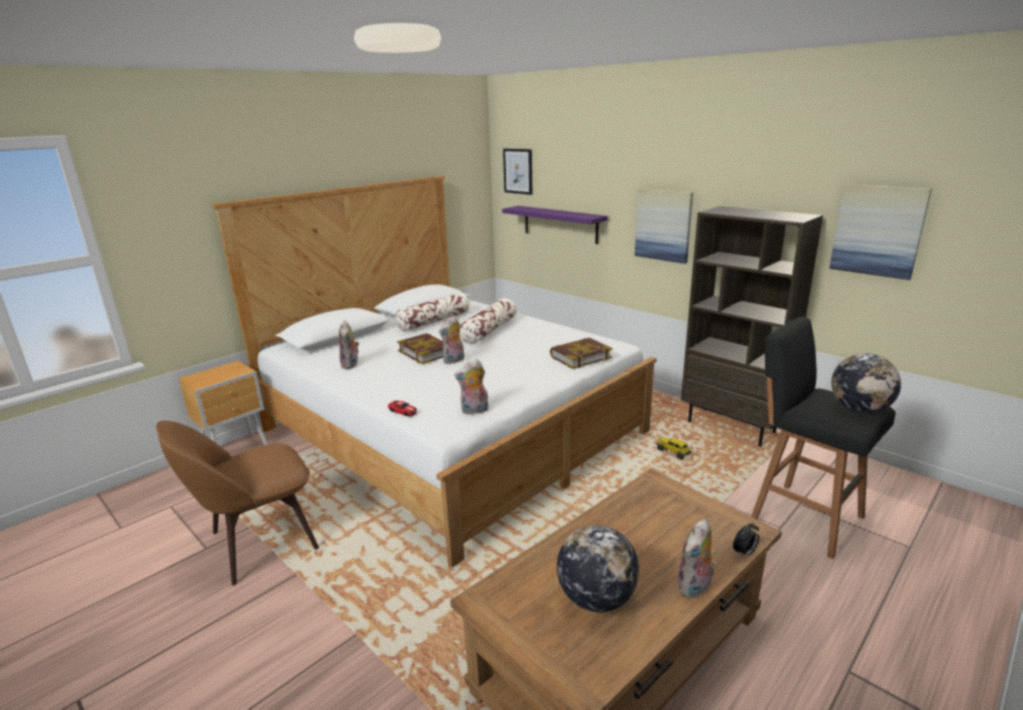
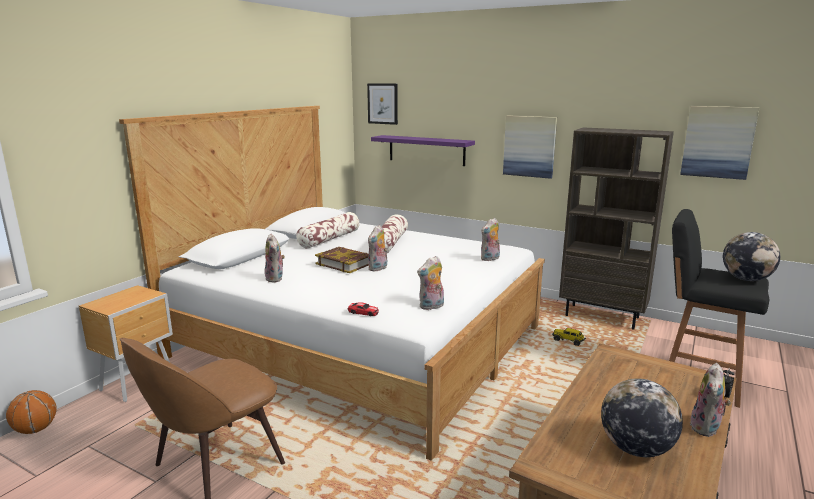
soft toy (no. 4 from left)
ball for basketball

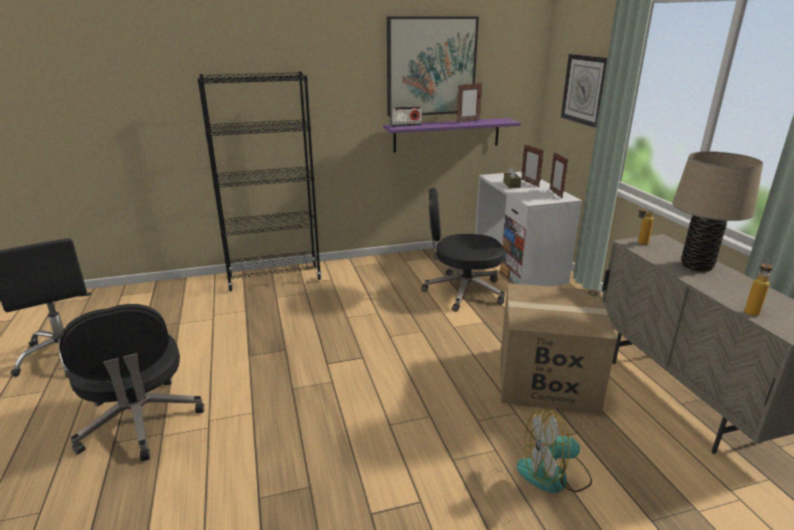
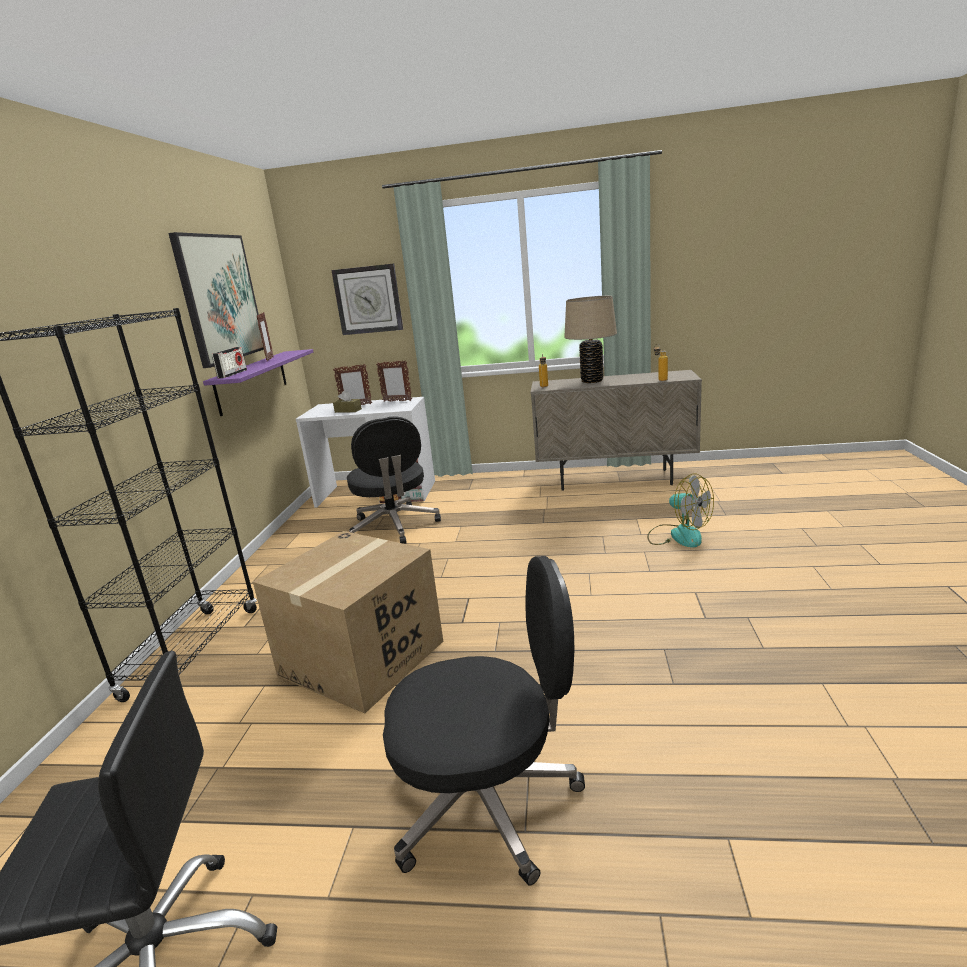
blackish office chair (no. 2 from left)
cardboard box
fan

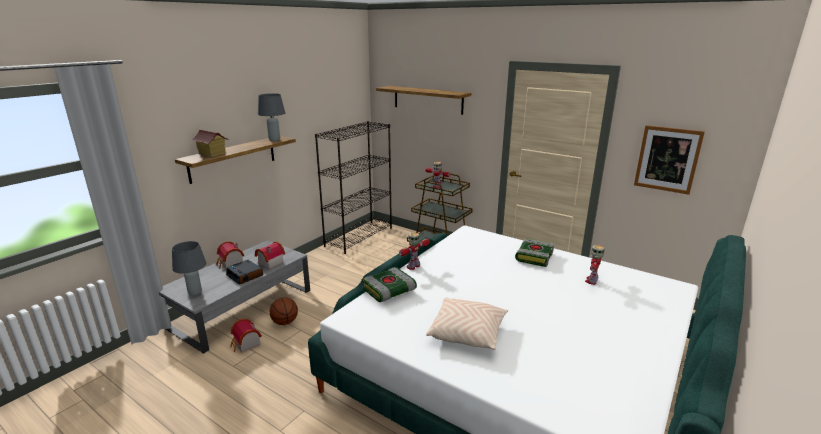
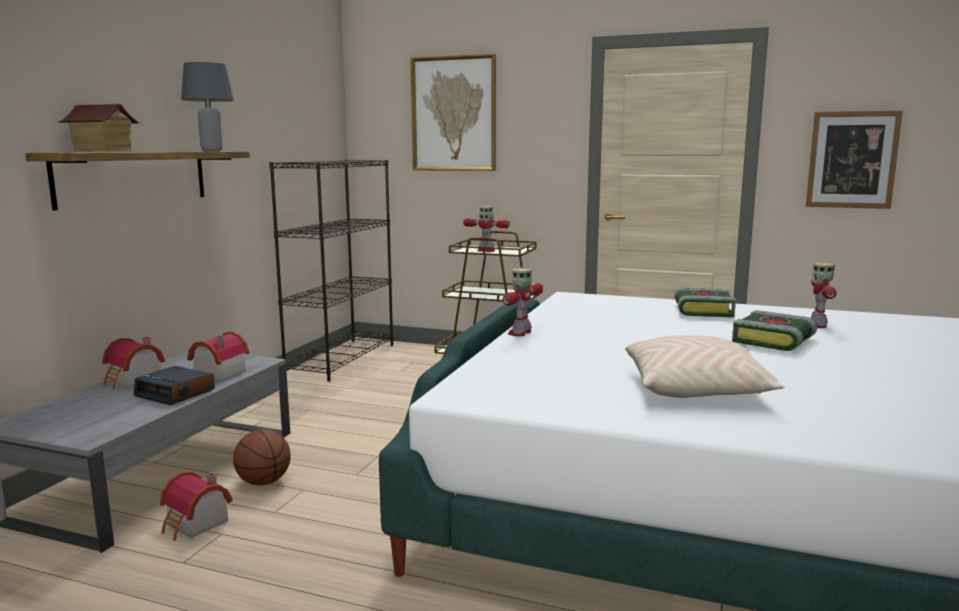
wall picture (no. 1 from left)
gray tabletop lamp (no. 1 from left in the first image)
volume (no. 2 from left)

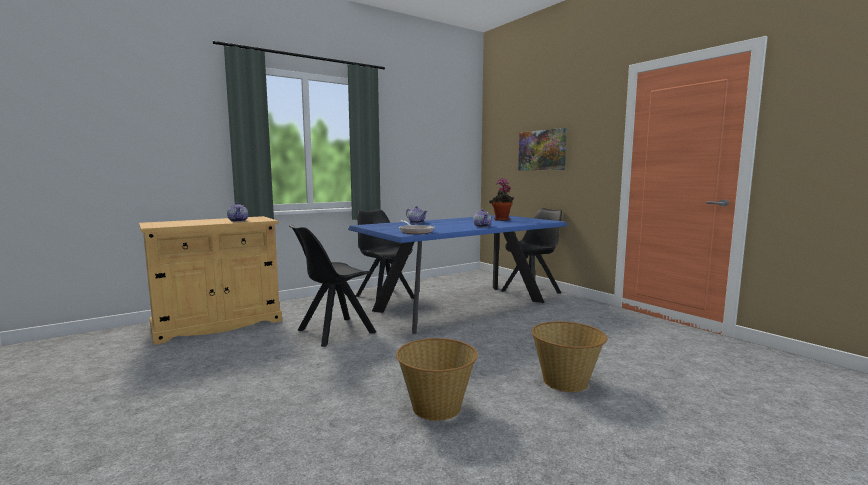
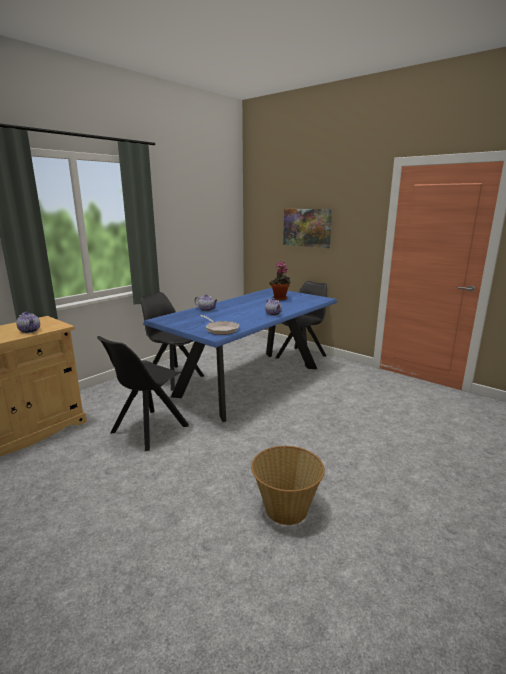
household basket (no. 2 from left in the first image)

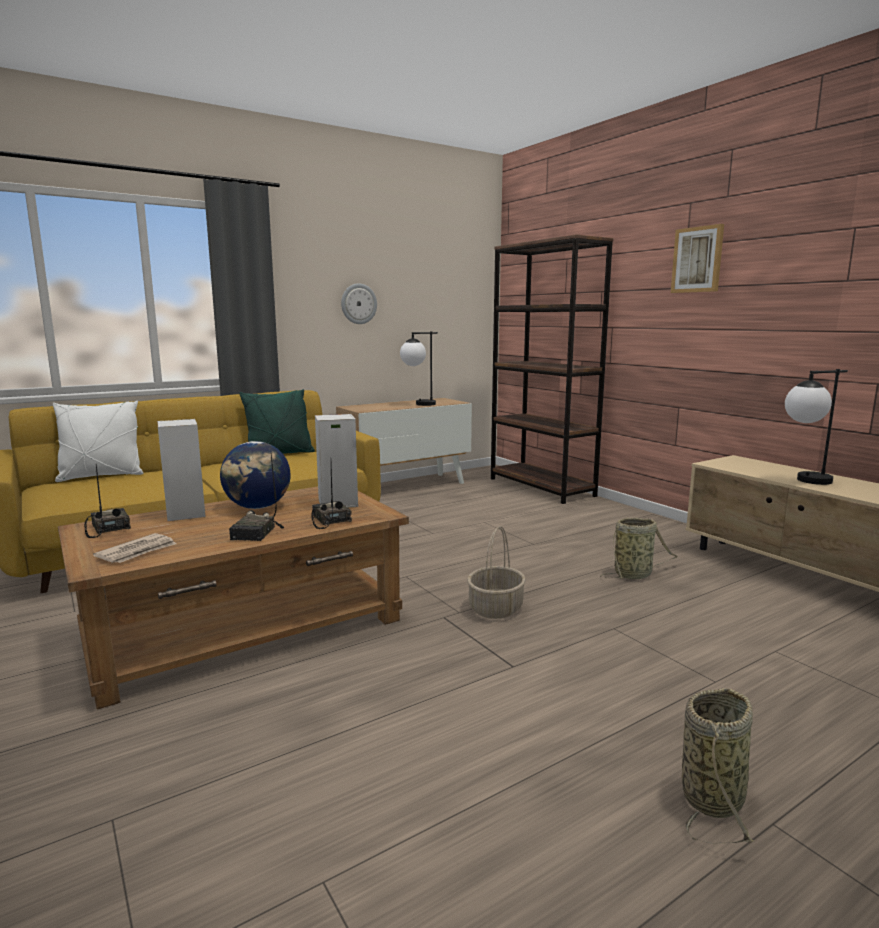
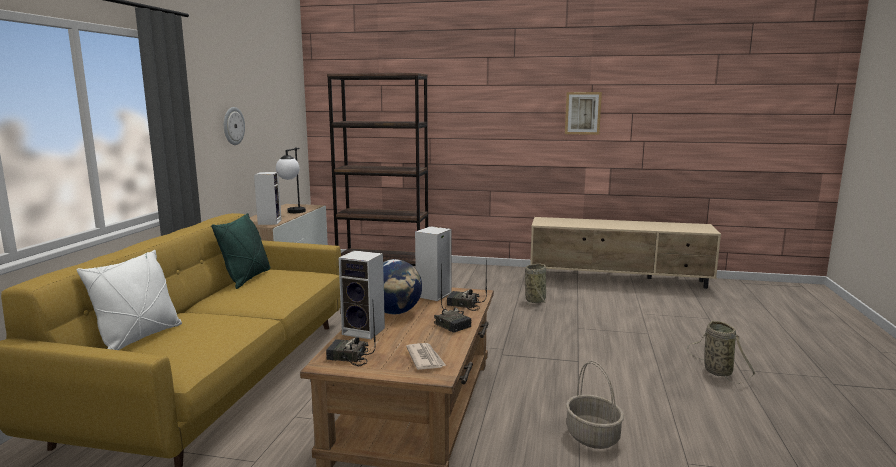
wall picture
tabletop lamp (no. 2 from left in the first image)
household basket (no. 2 from left)
loudspeaker (no. 1 from left)

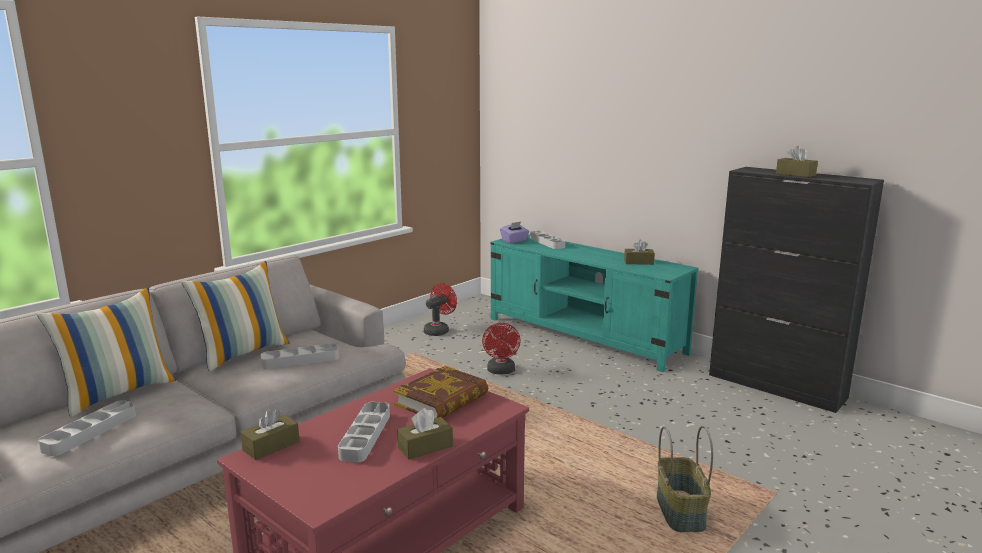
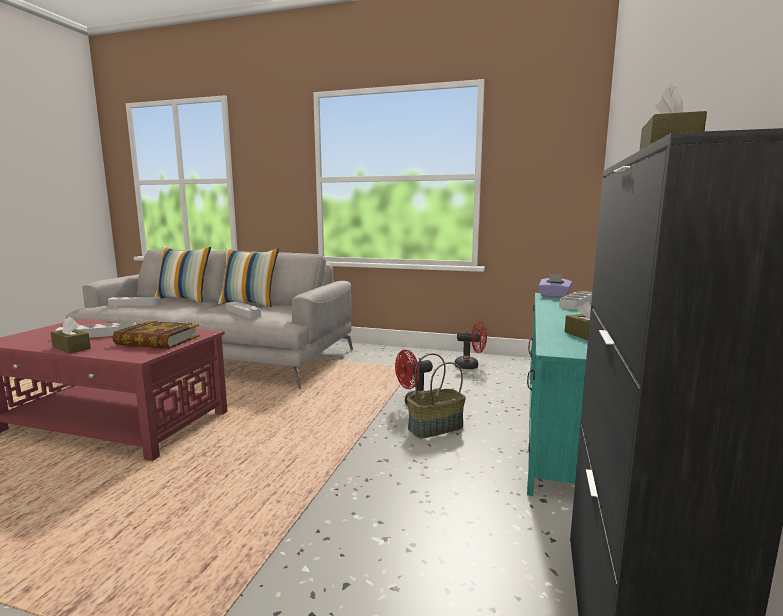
brownish box of tissues (no. 1 from left in the first image)
household basket

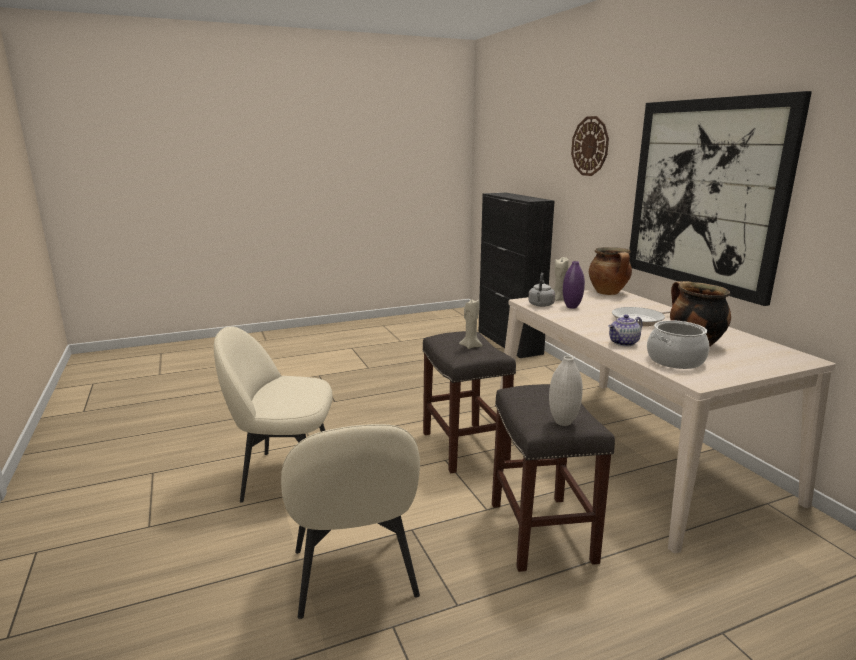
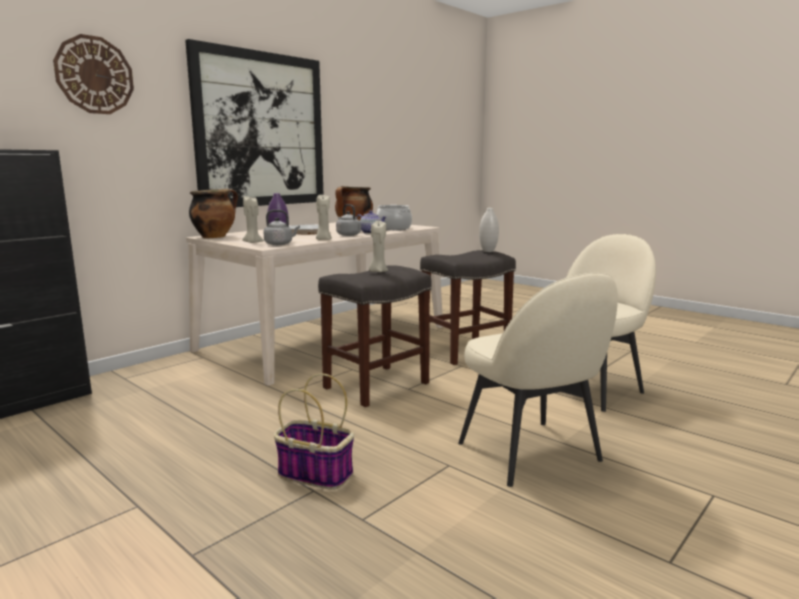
sand-coloured wax light (no. 2 from left)
gray tea kettle (no. 2 from left)
household basket

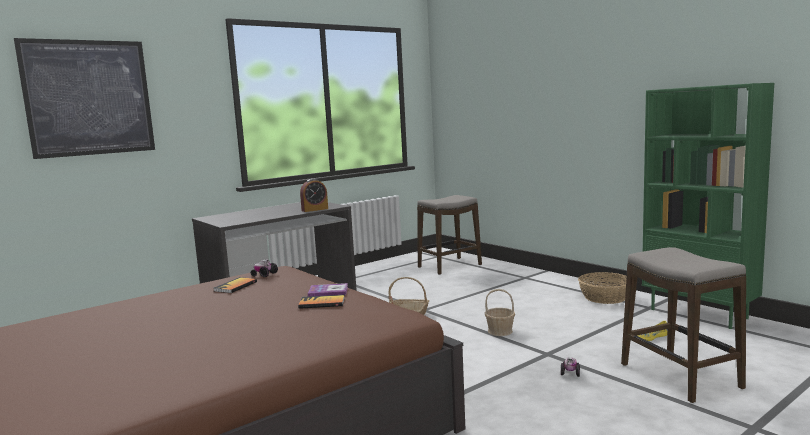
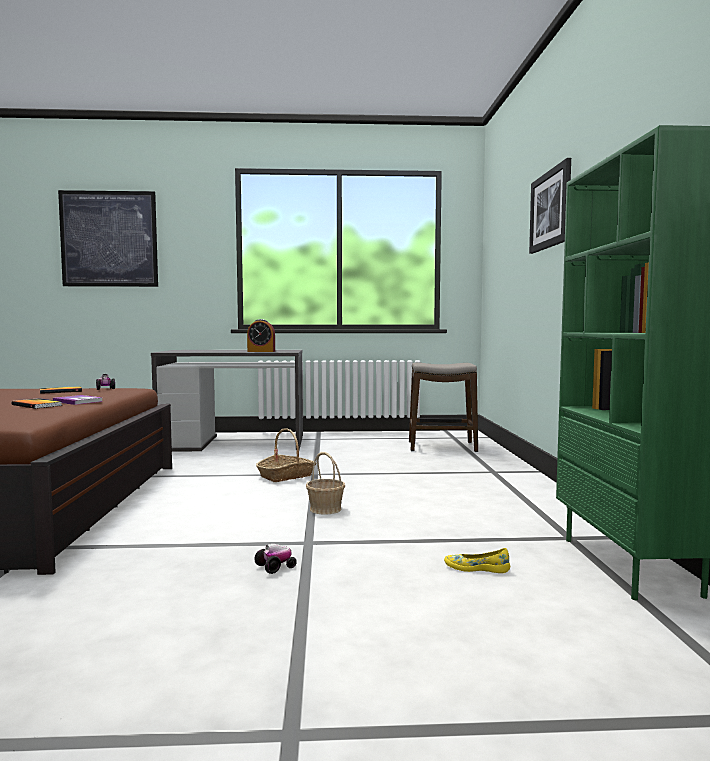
stool seat (no. 2 from left in the first image)
household basket (no. 3 from left in the first image)
wall picture (no. 2 from left)

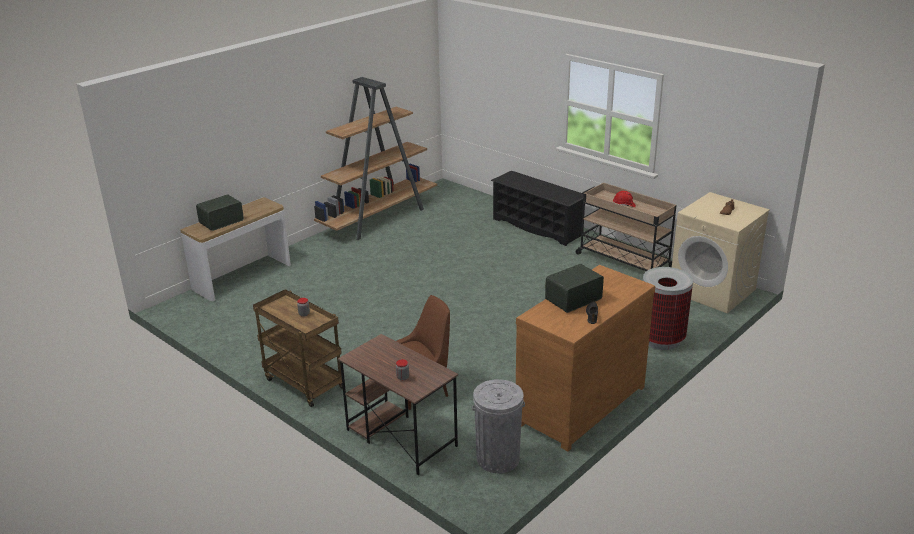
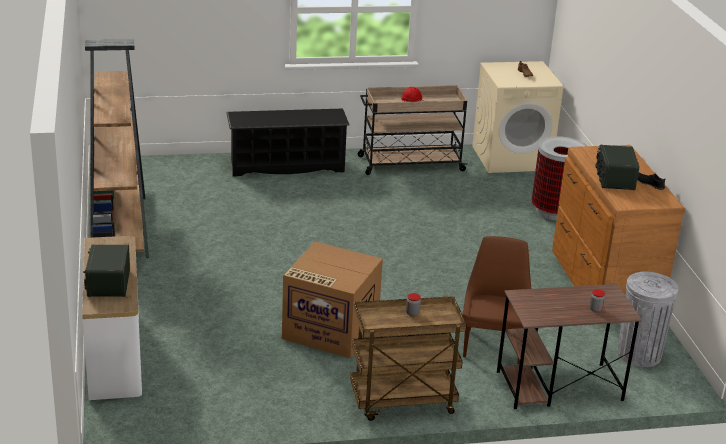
cardboard box

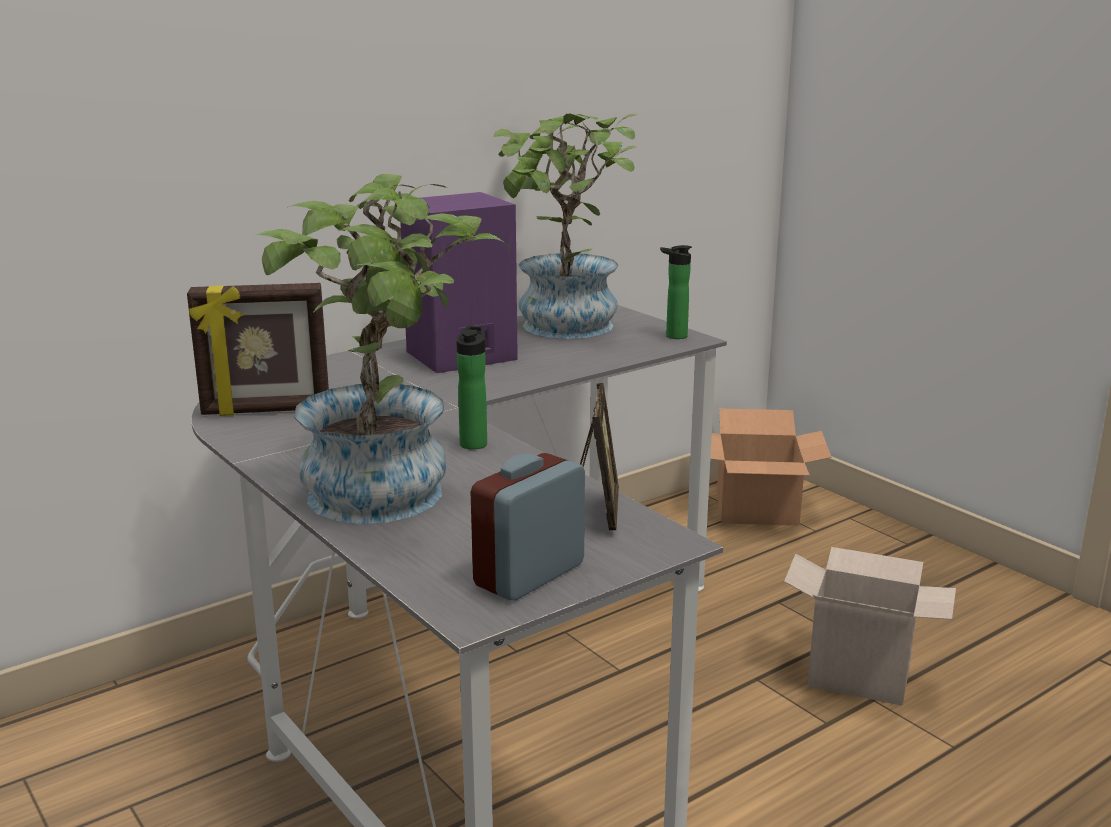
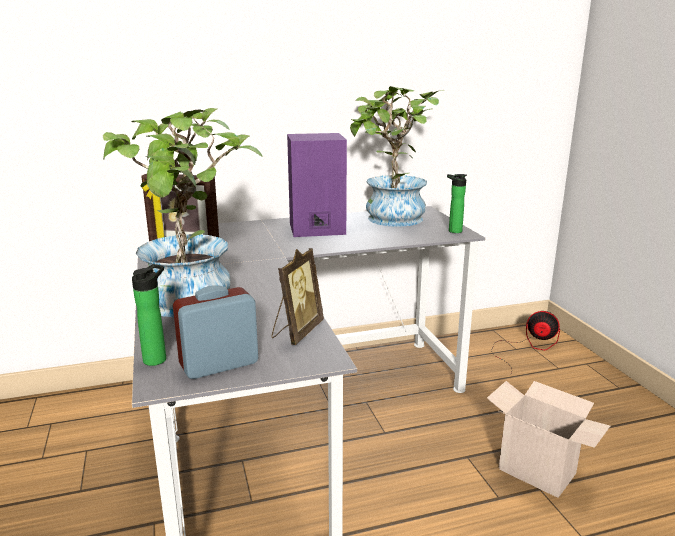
bottle (no. 1 from left)
fan

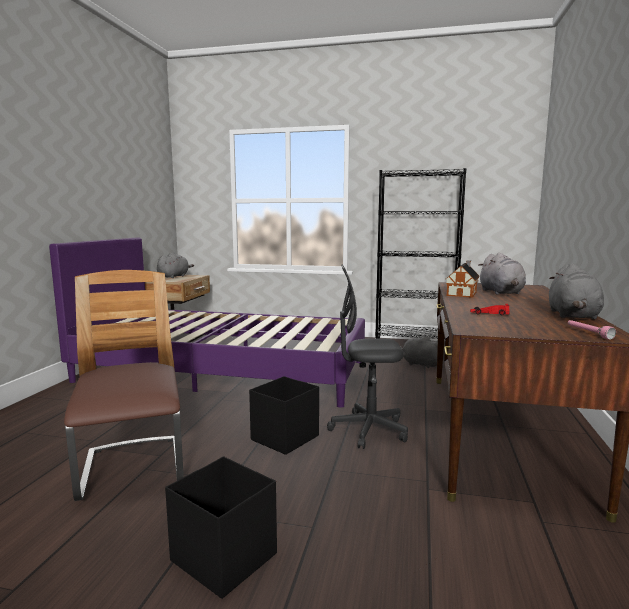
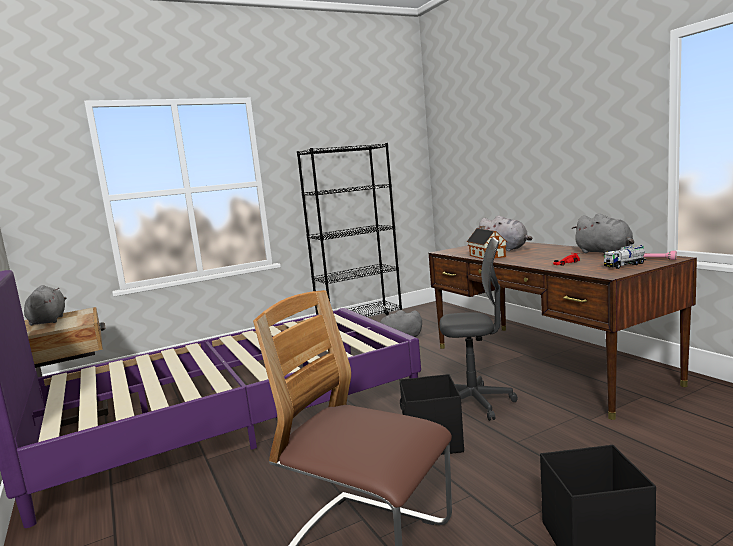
gray office chair
toy lorry

